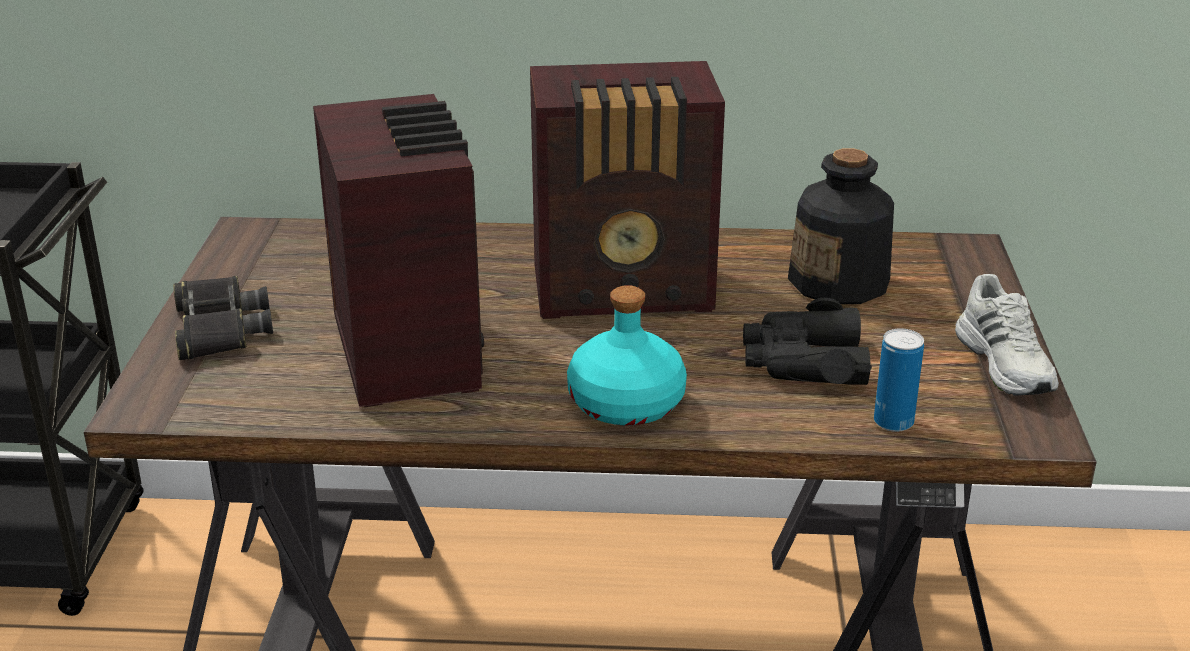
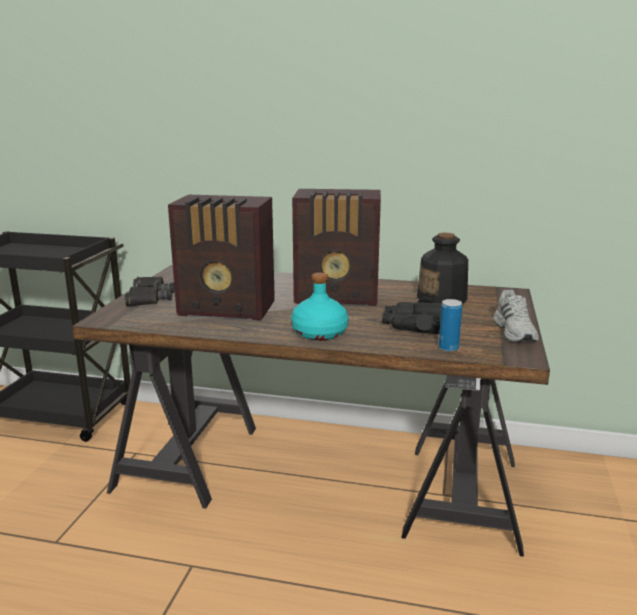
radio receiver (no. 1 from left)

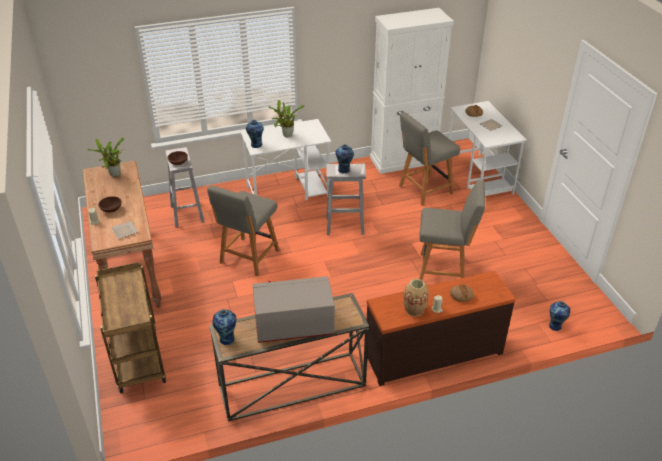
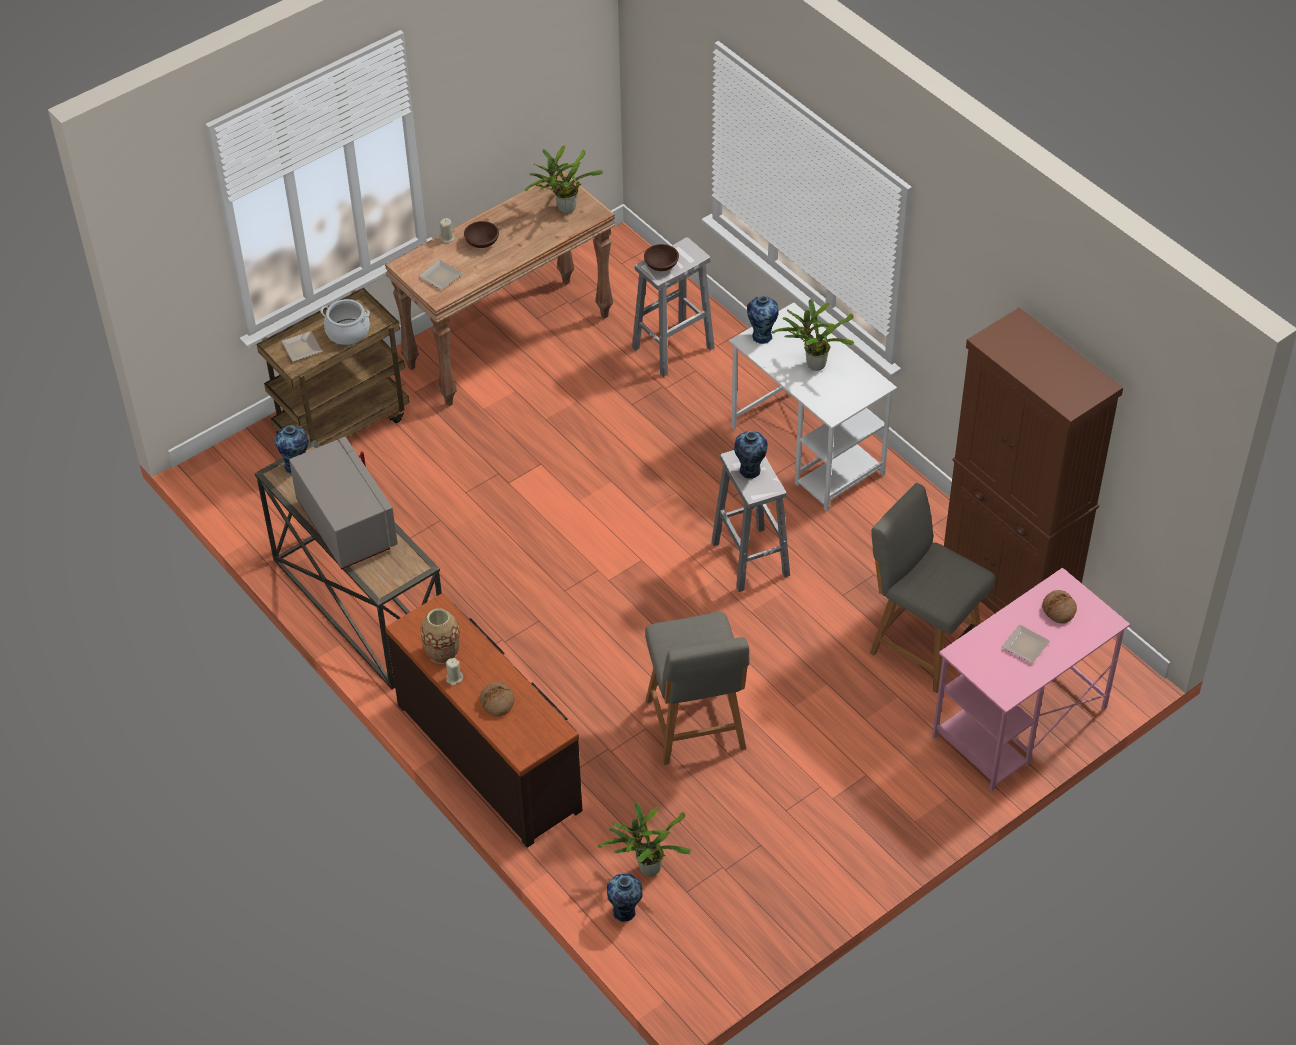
brownish storage cabinet
pink-coloured desk
gray chair (no. 1 from left in the first image)
saucepot
flat dish (no. 1 from left)
houseplant (no. 2 from left)

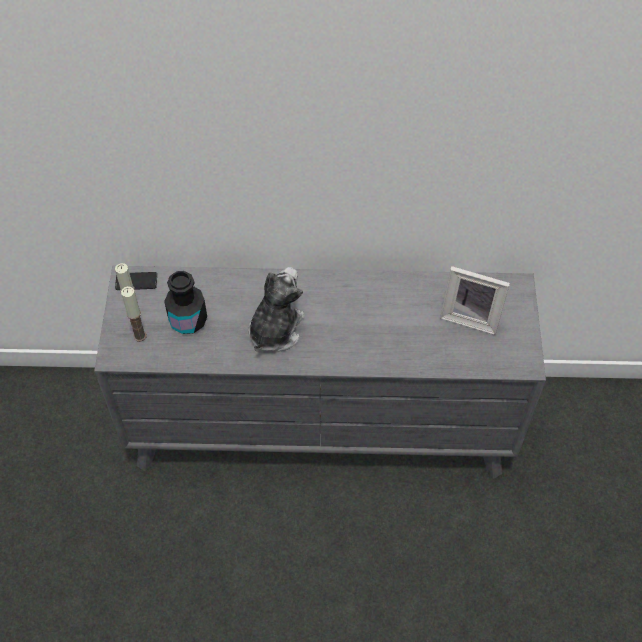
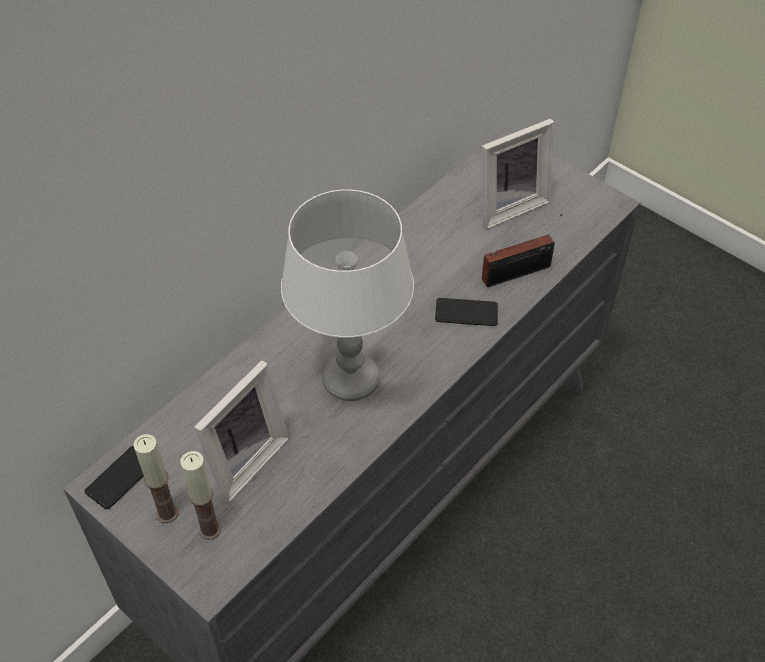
white-coloured tabletop lamp
picture frame (no. 1 from left)
radio receiver
telephone (no. 2 from left)

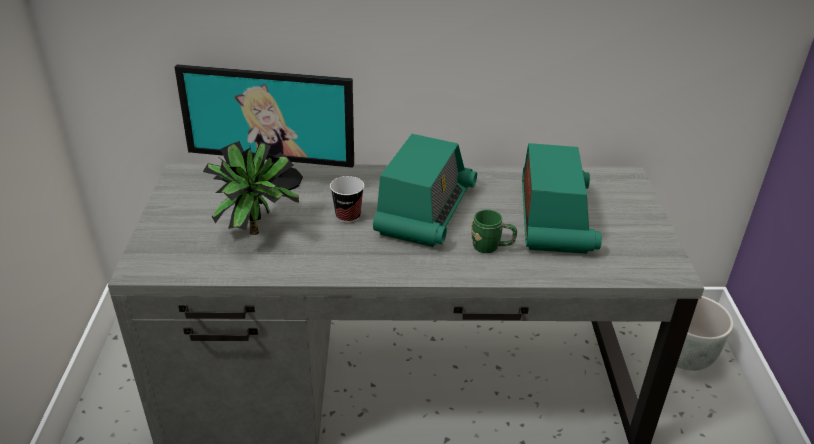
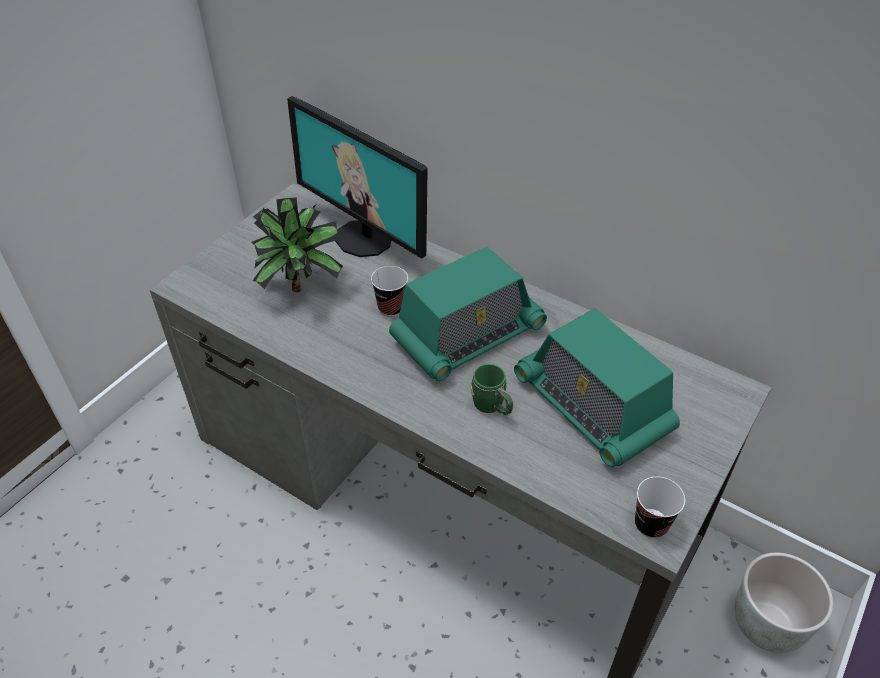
radio receiver (no. 2 from left)
drinking cup (no. 2 from left)

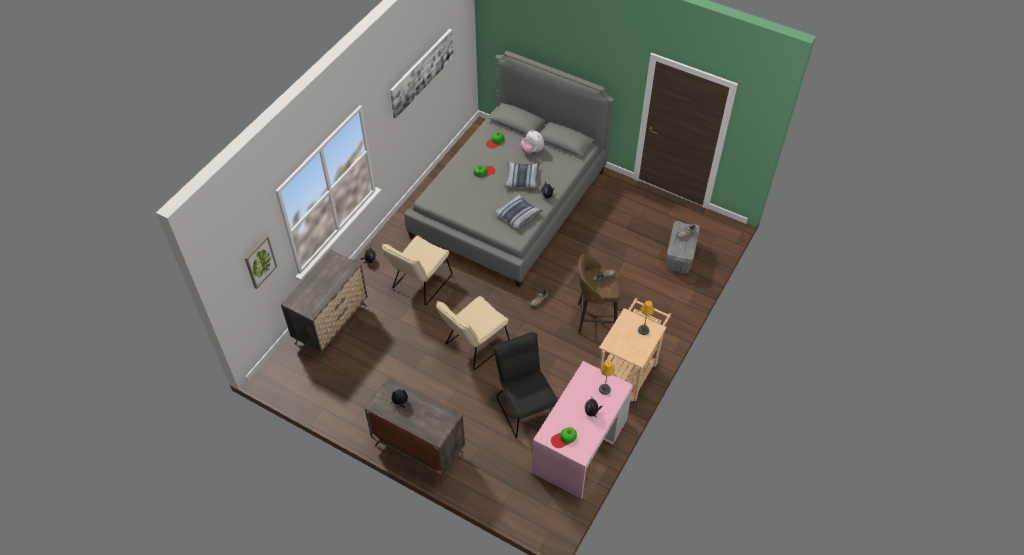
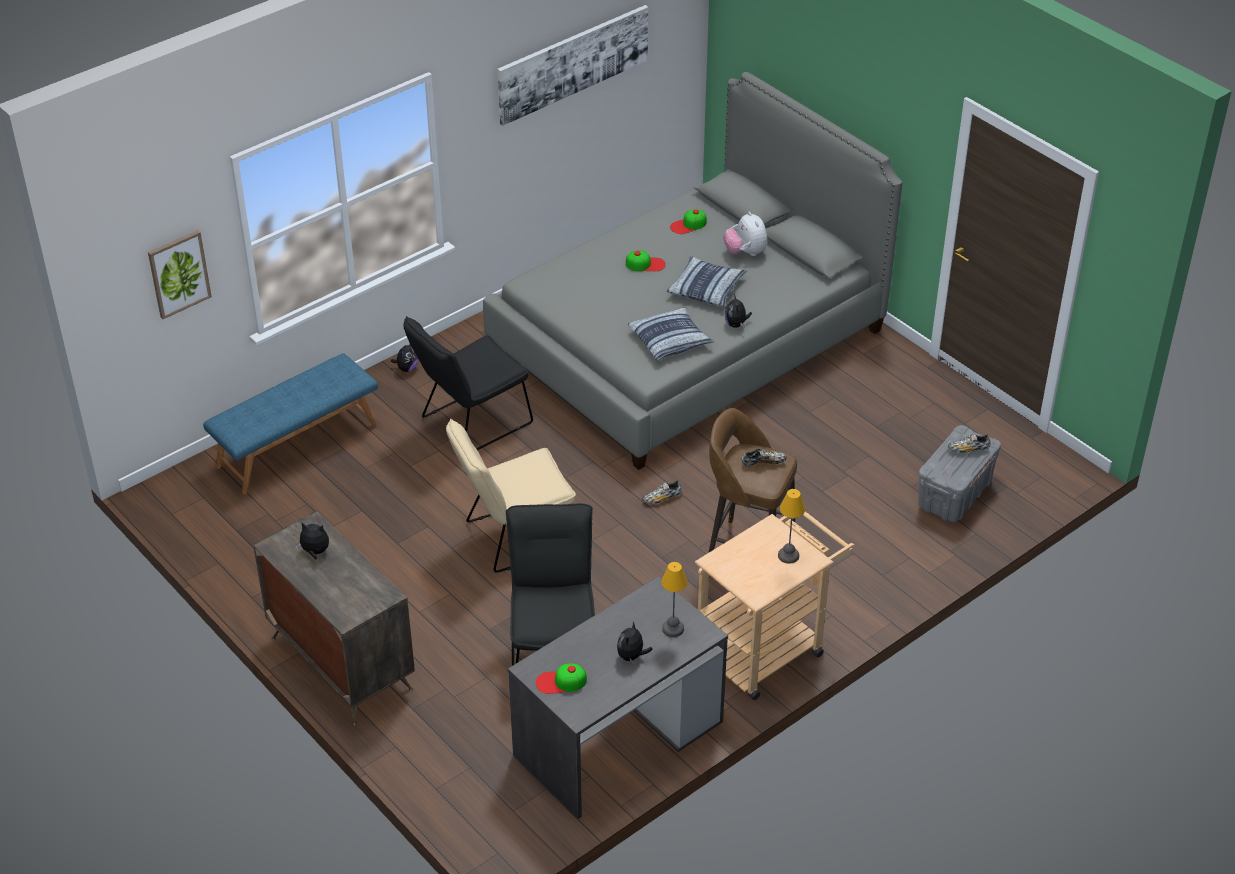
blackish chair (no. 1 from left)
bluish bench
gray desk

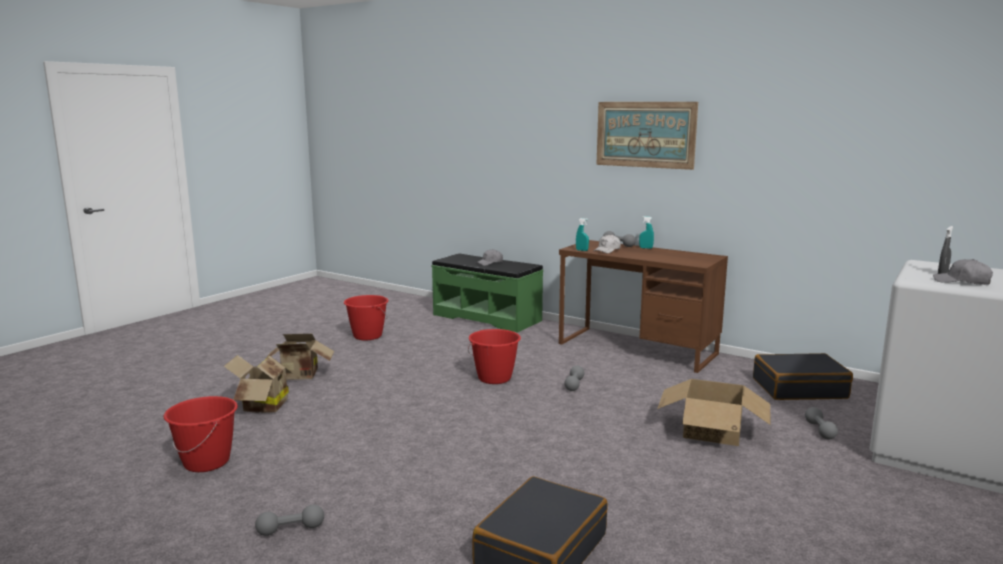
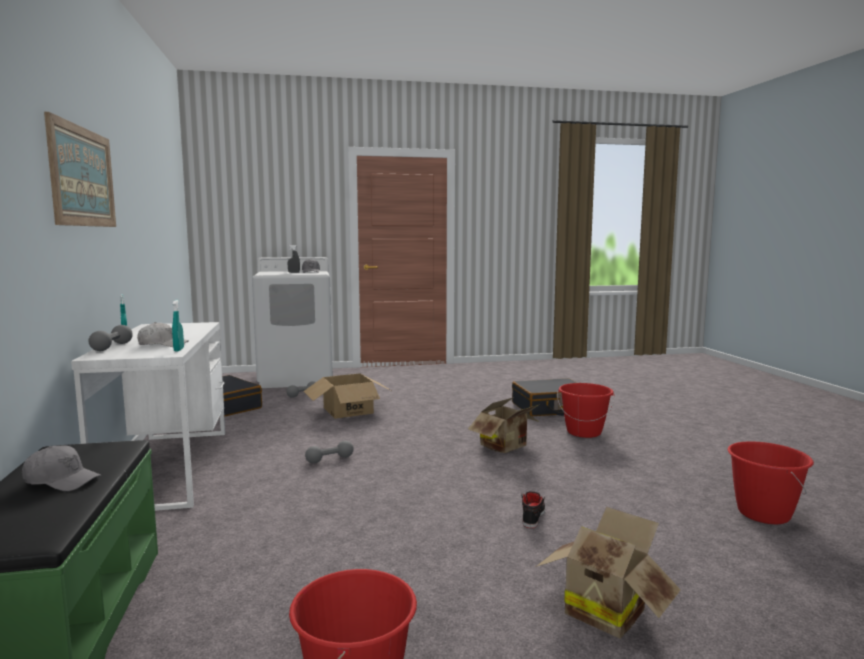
white-coloured desk
reddish pail (no. 2 from left)
cardboard box (no. 2 from left)
gray free weight (no. 1 from left in the first image)
blackish low shoe

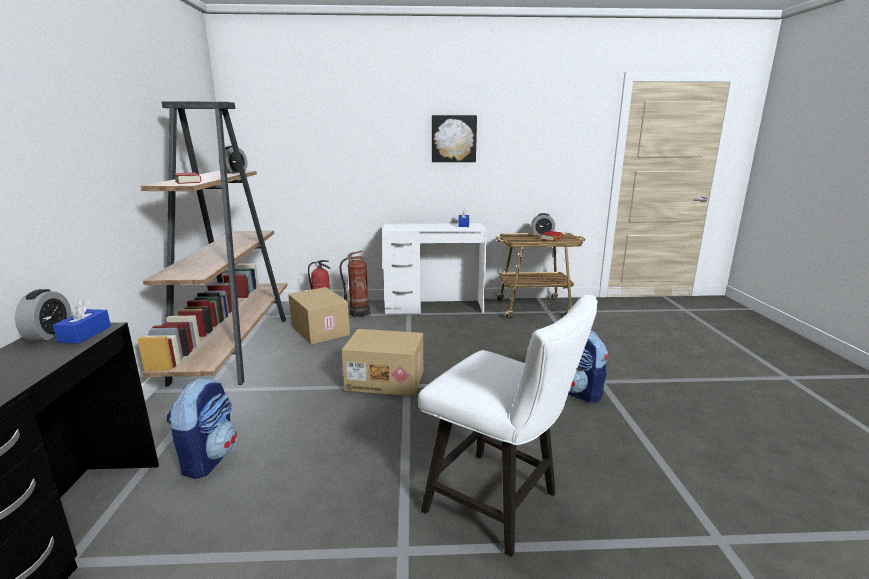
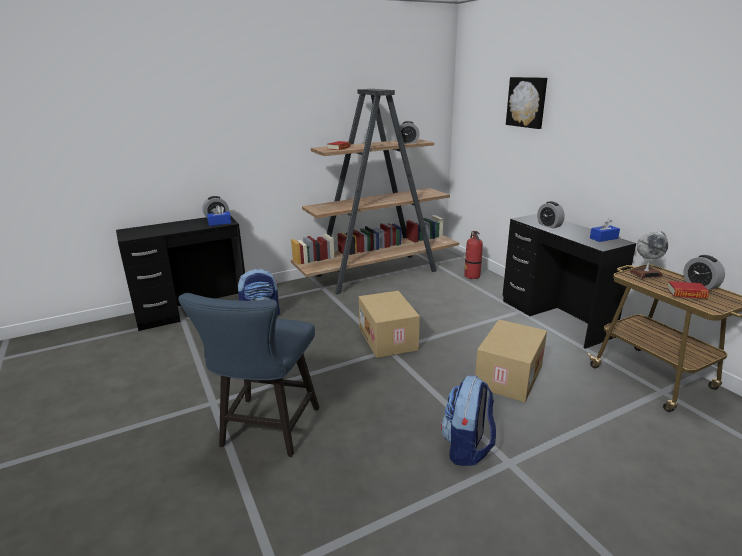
wall picture
blackish desk (no. 2 from left)
fire-fighting cylinder (no. 2 from left in the first image)
cardboard box (no. 2 from left)
bluish chair
table clock (no. 3 from left)
globe

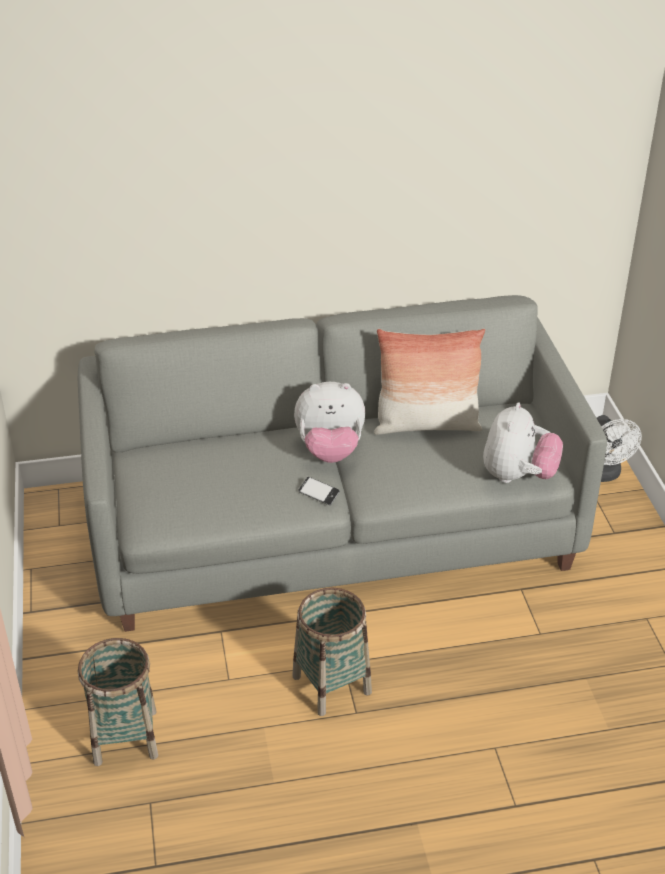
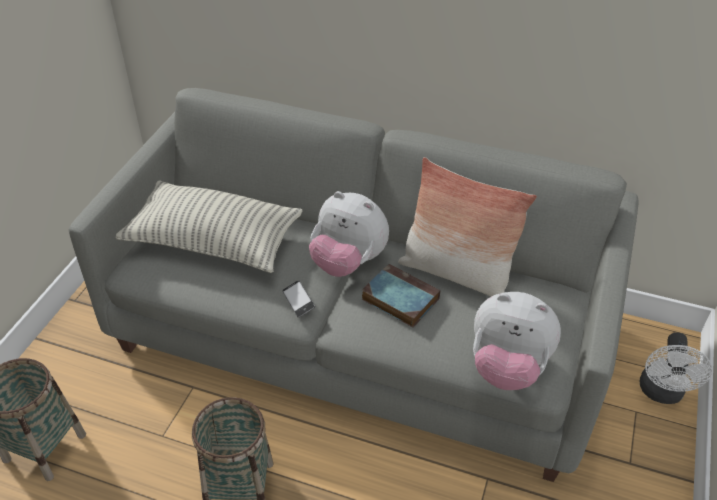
soft toy (no. 2 from left)
cushion (no. 1 from left)
volume

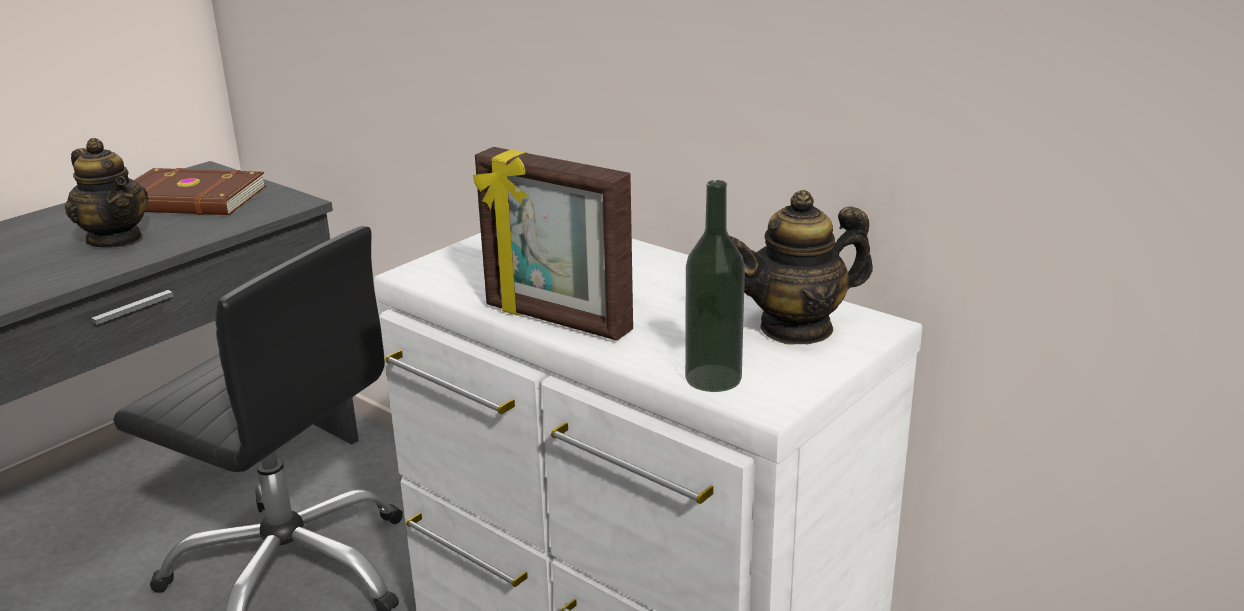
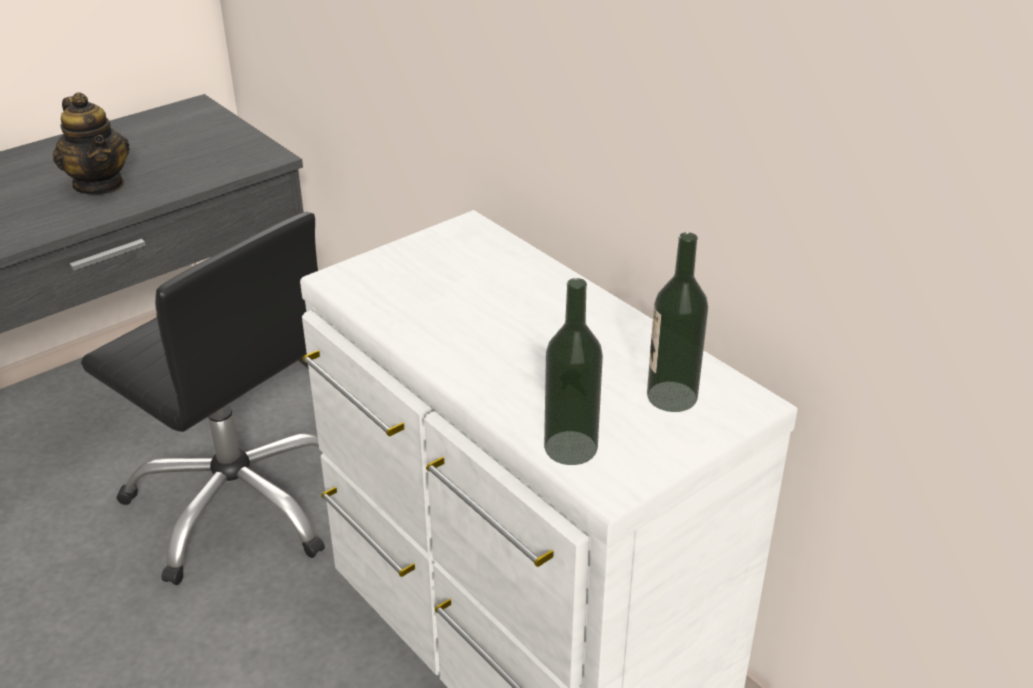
picture frame
brownish volume
bottle (no. 2 from left)

